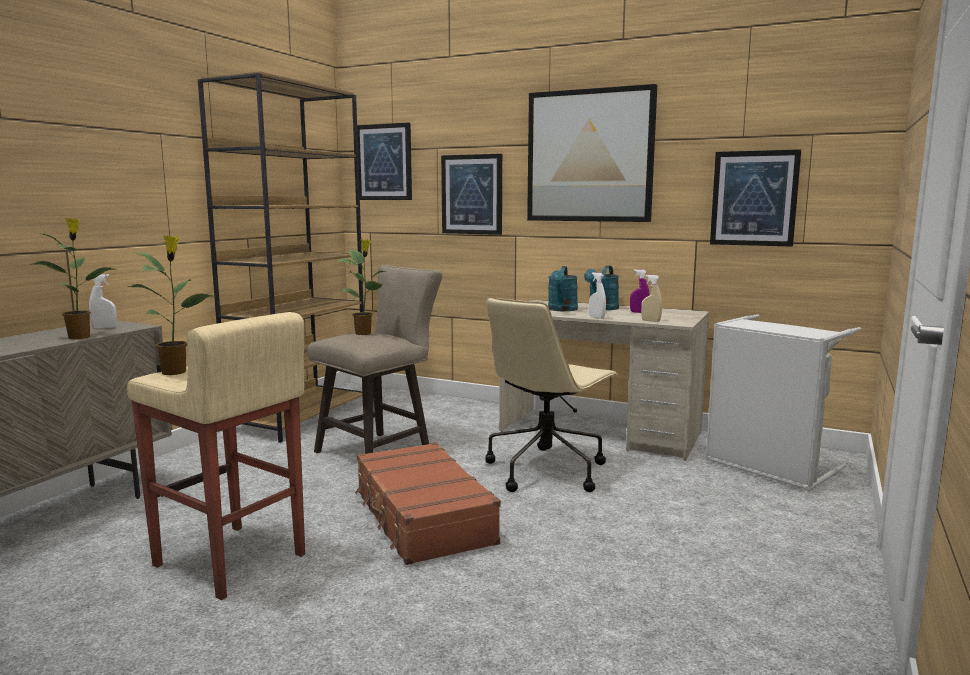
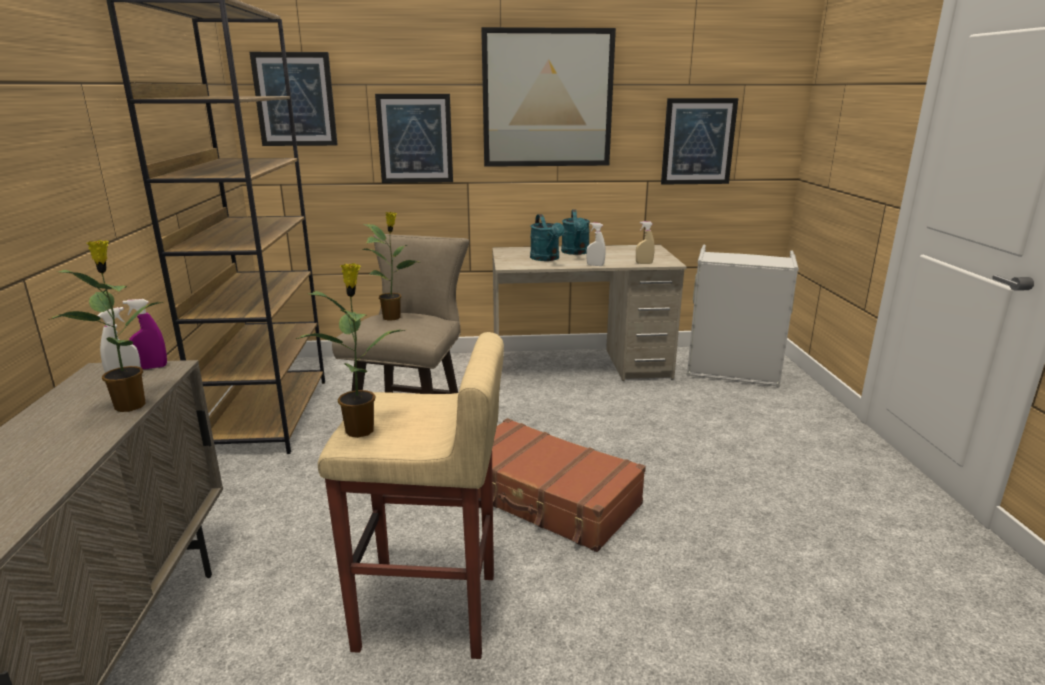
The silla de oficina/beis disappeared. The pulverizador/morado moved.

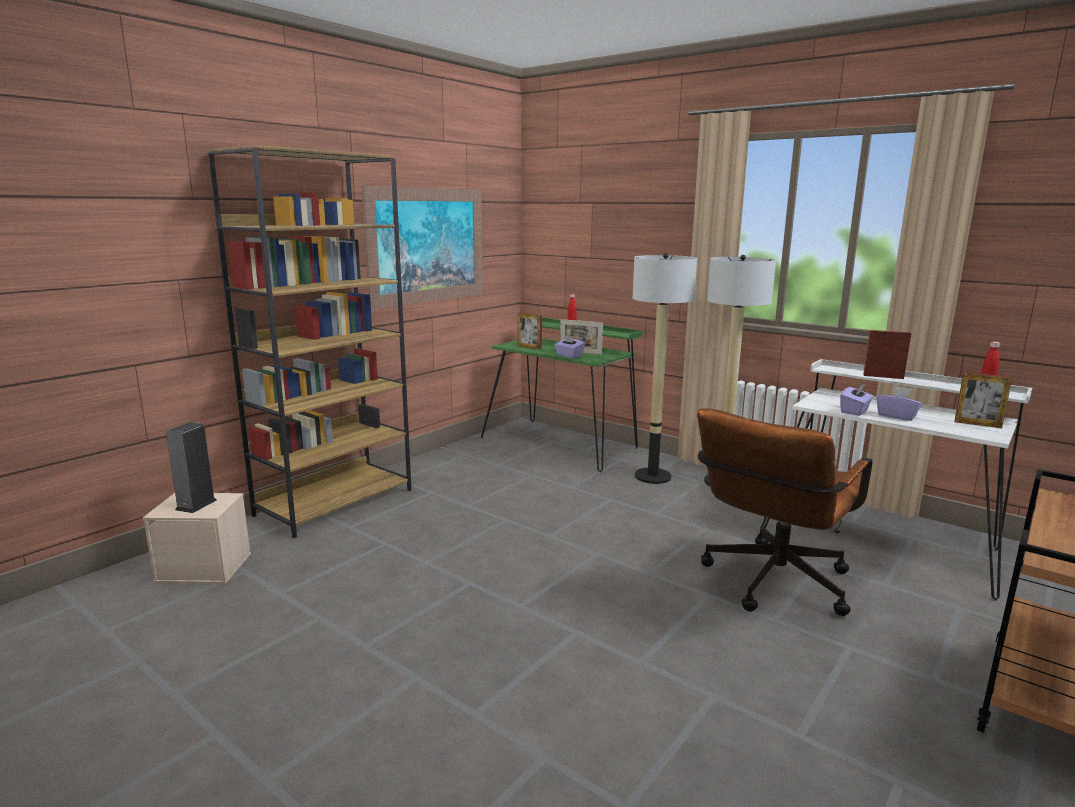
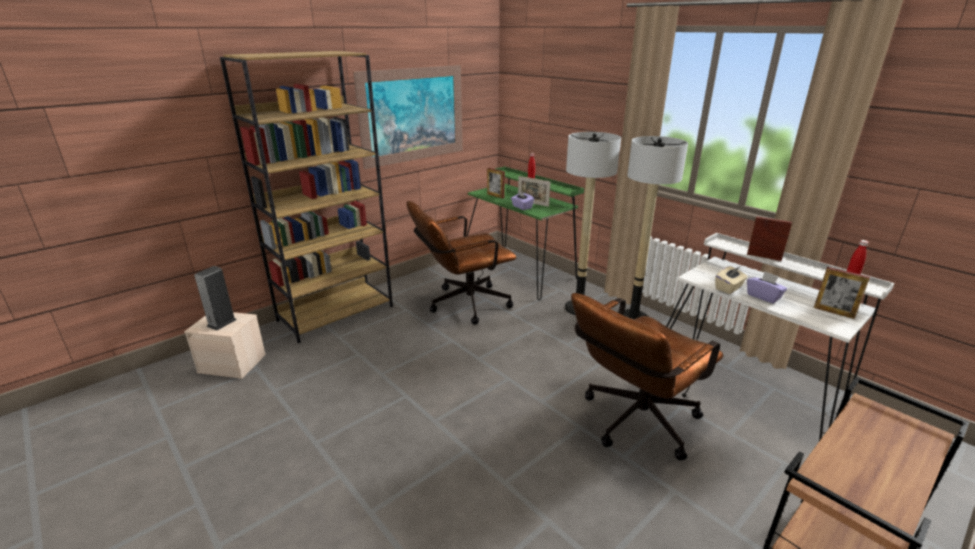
The silla de oficina/marrón (no. 1 from left) appeared. The caja de pañuelos/morado (no. 2 from left) became the caja de pañuelos/beis.

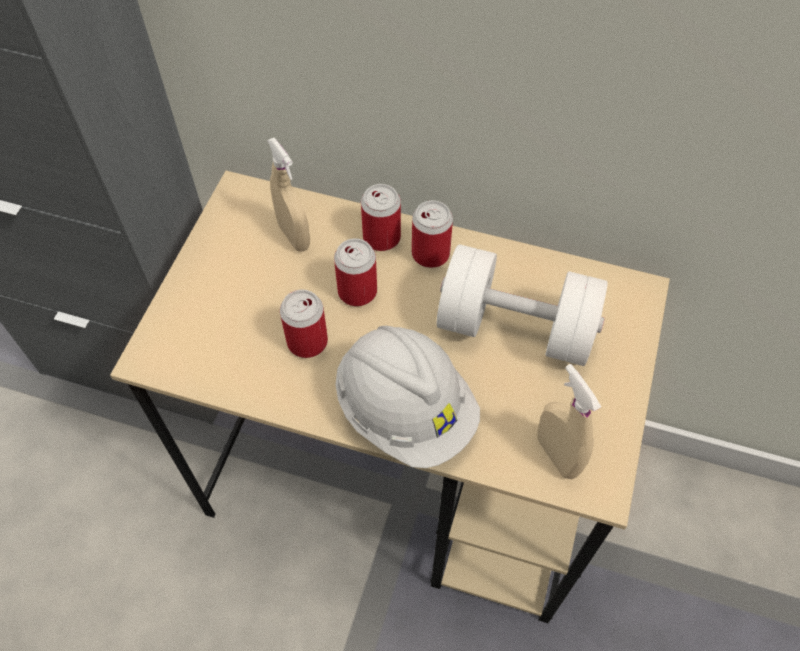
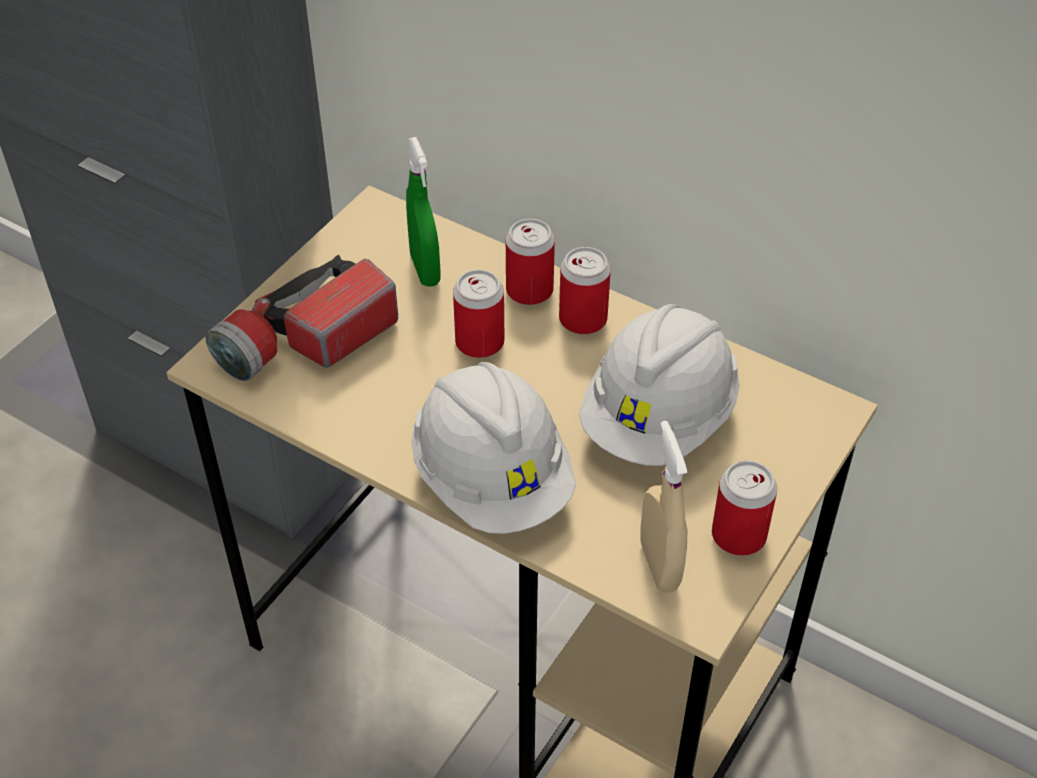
The linterna appeared. The lata (no. 1 from left in the first image) moved. The mancuerna/blanco was replaced by the casco/blanco (no. 2 from left). The pulverizador/beis (no. 1 from left) became the pulverizador/verde.

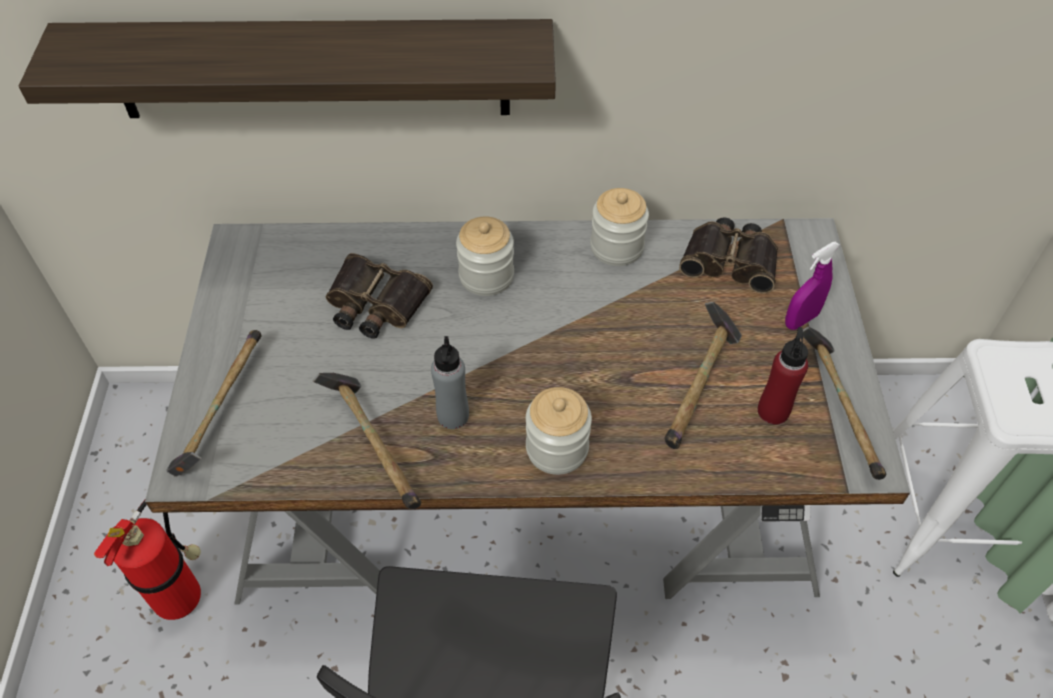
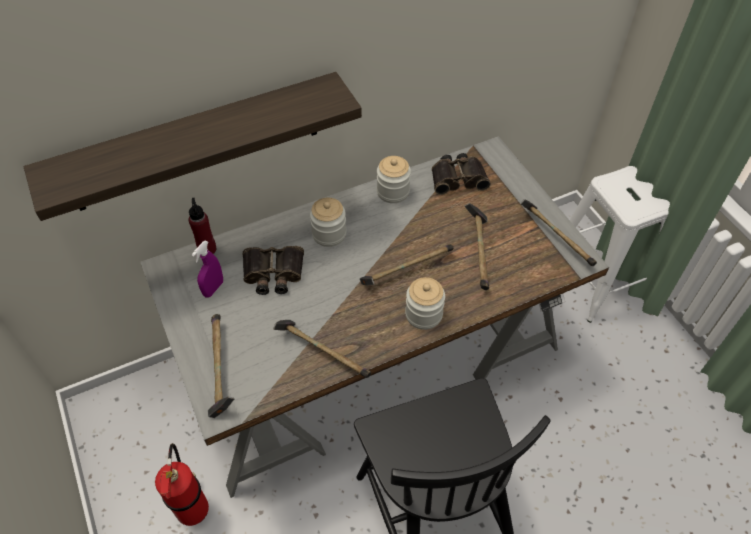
The botella/gris disappeared. The martillo (no. 3 from left) appeared. The botella/rojo moved. The pulverizador/morado moved.

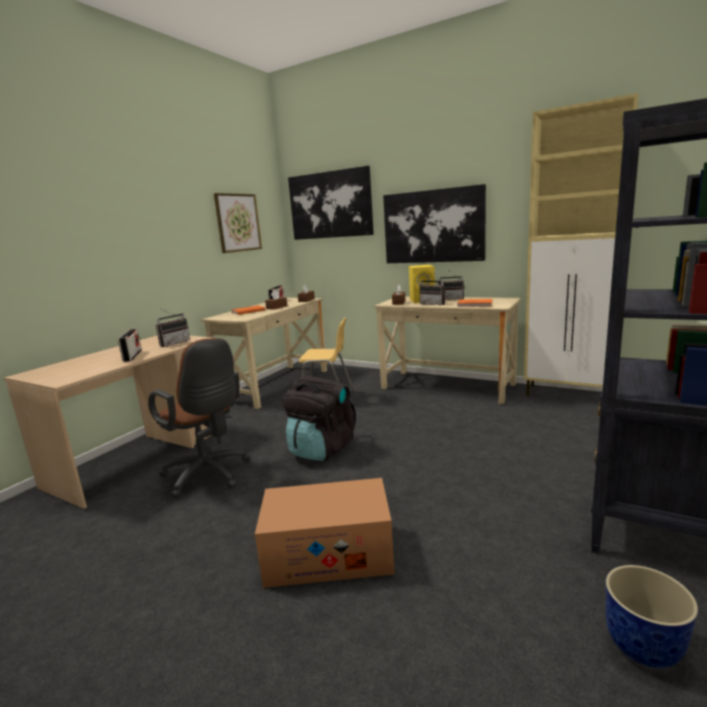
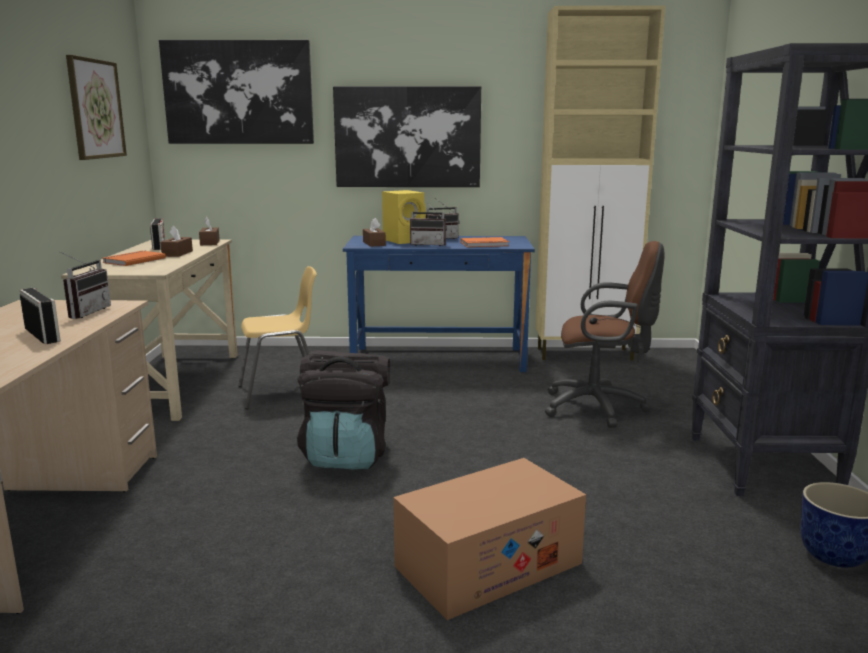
The silla de oficina/marrón moved. The escritorio/beis (no. 3 from left) became the escritorio/azul.

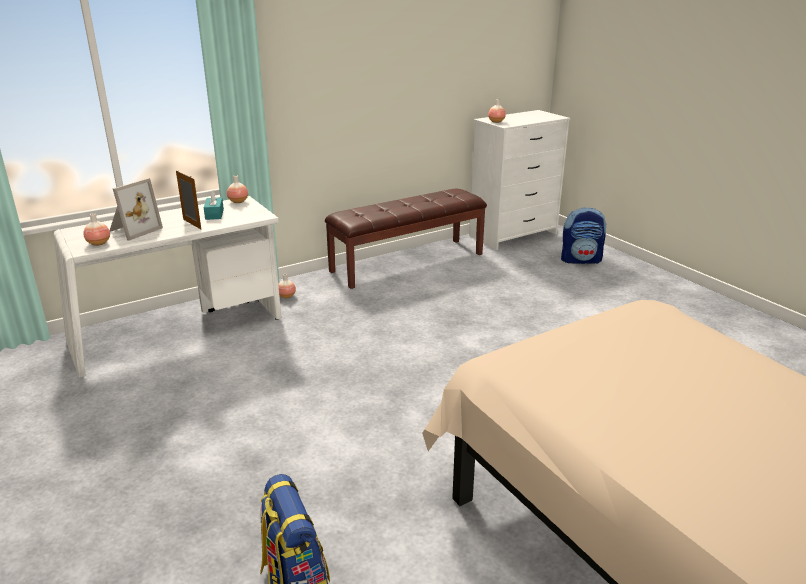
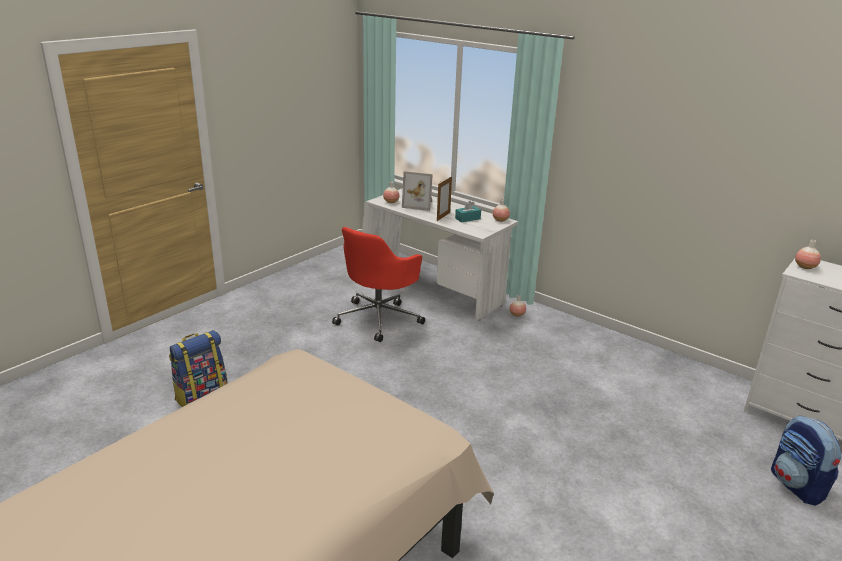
The banco/marrón disappeared. The silla de oficina/rojo appeared.

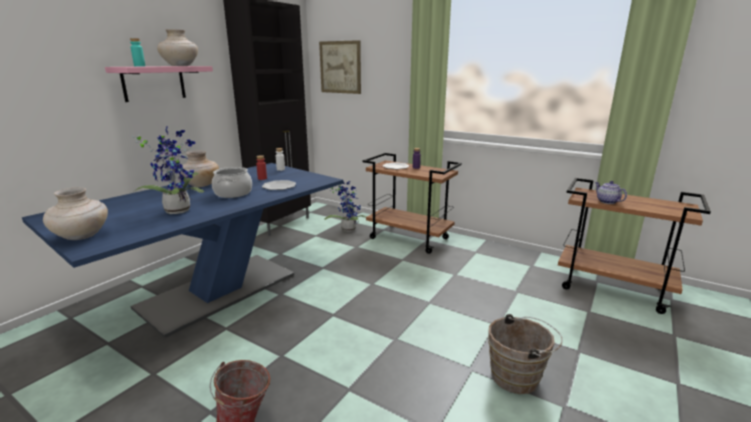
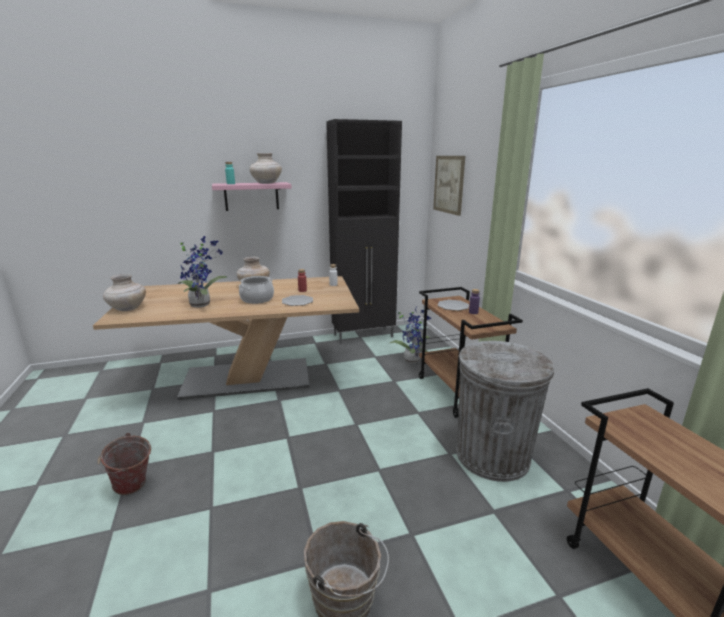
The tetera disappeared. The papelera/gris appeared. The mesa de comedor/azul became the mesa de comedor/beis.

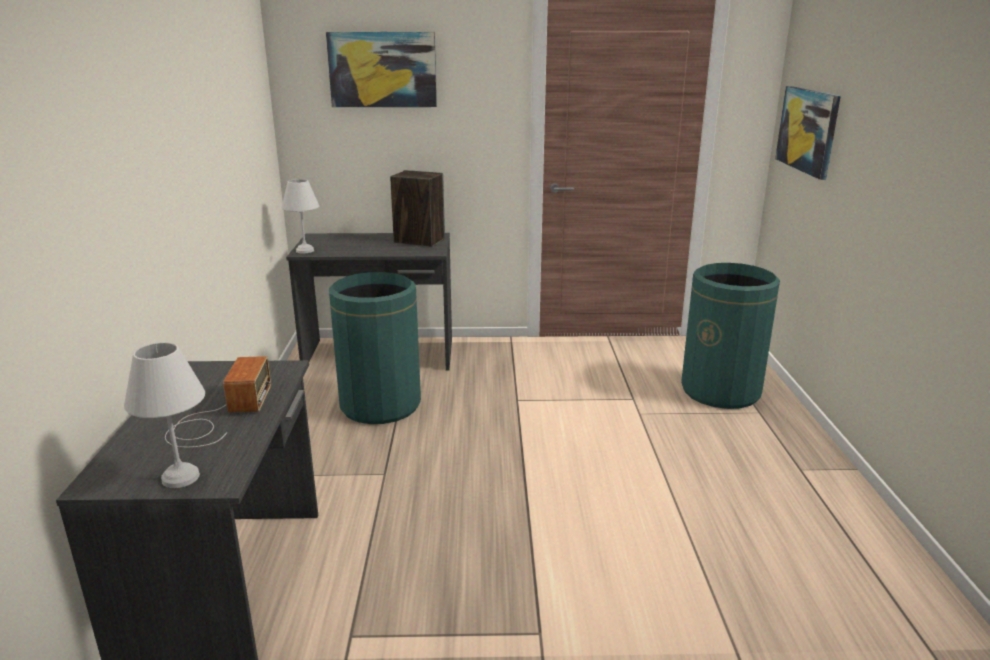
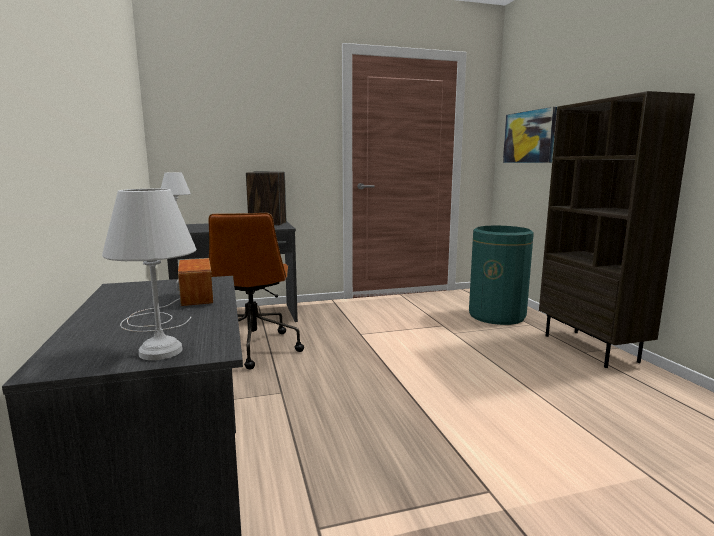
The cuadro (no. 1 from left) disappeared. The estantería/marrón appeared. The papelera/verde (no. 1 from left) was replaced by the silla de oficina/marrón.

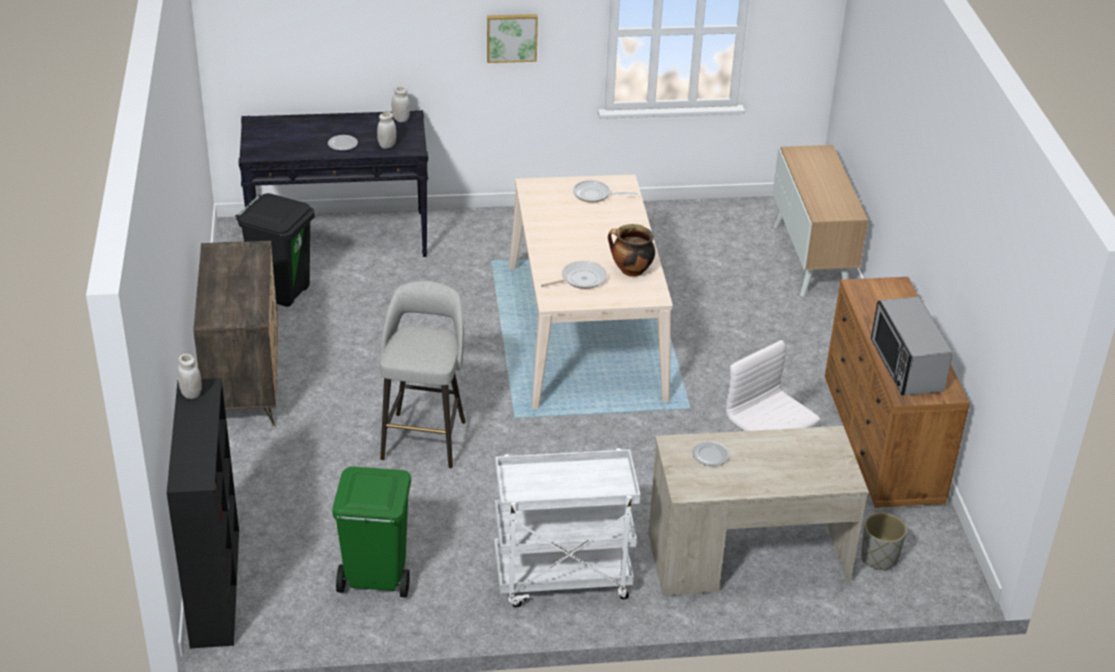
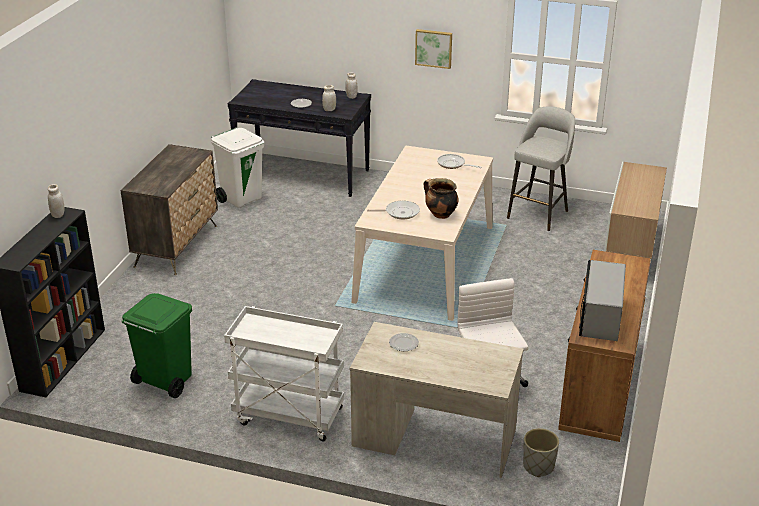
The taburete/gris moved. The papelera/negro became the papelera/blanco.

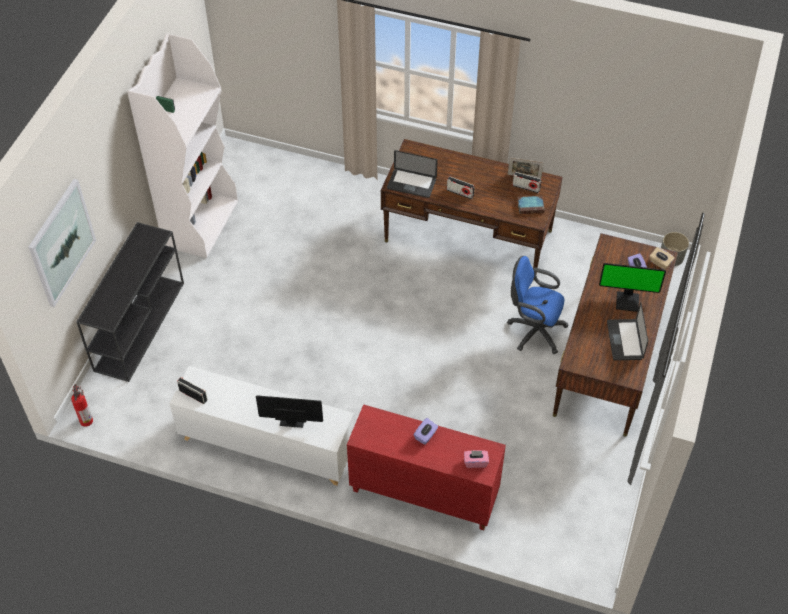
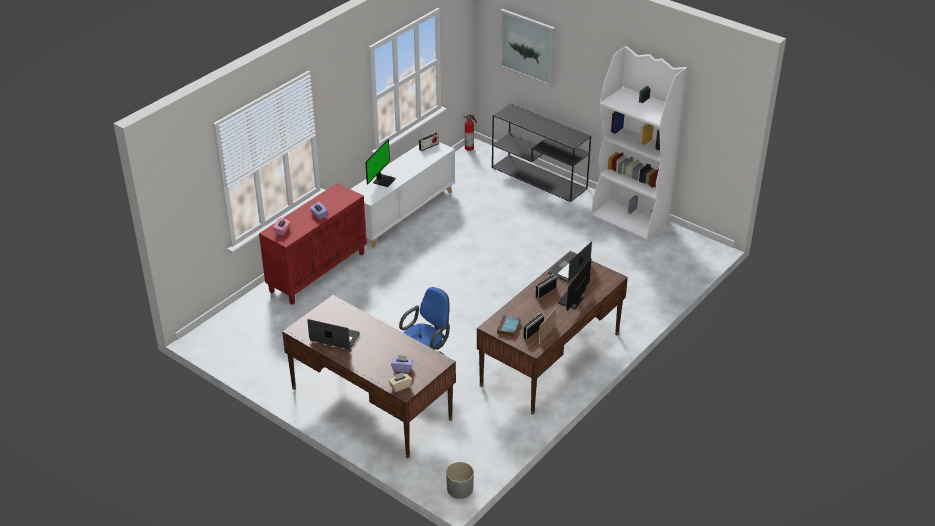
The monitor (no. 2 from left) moved.

